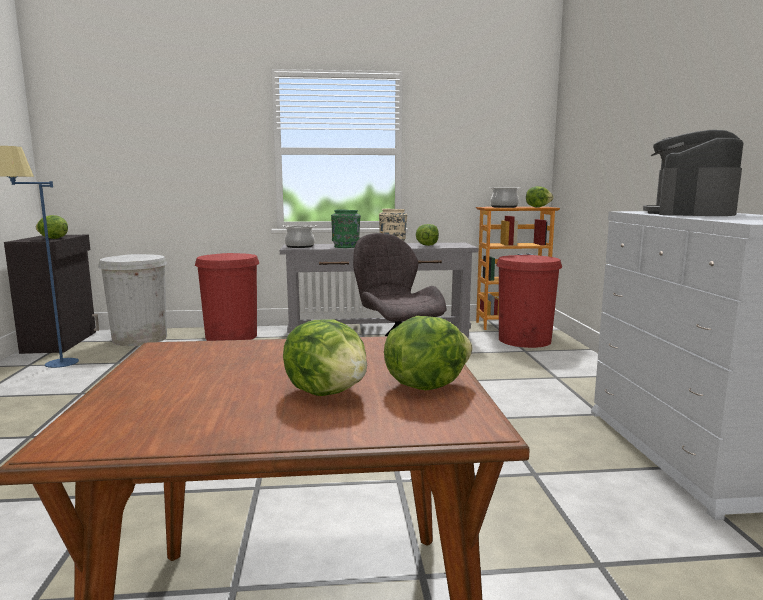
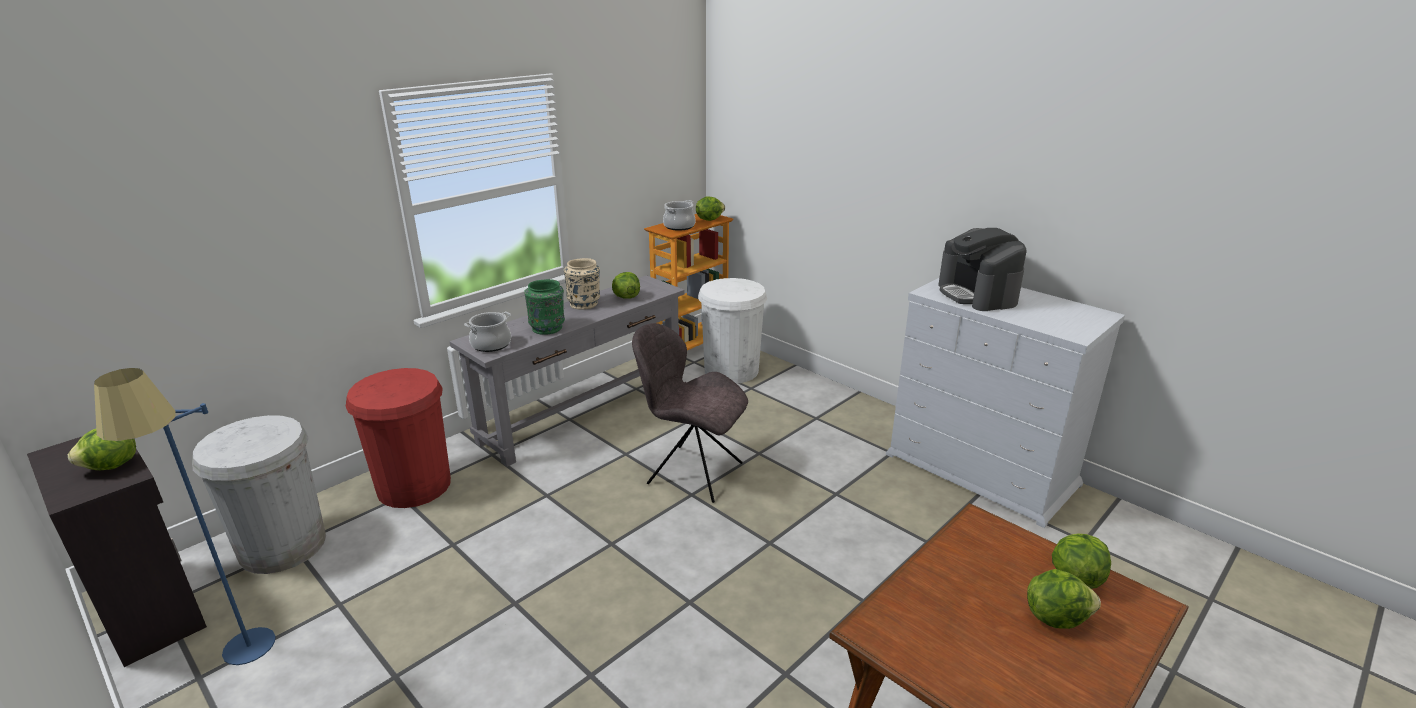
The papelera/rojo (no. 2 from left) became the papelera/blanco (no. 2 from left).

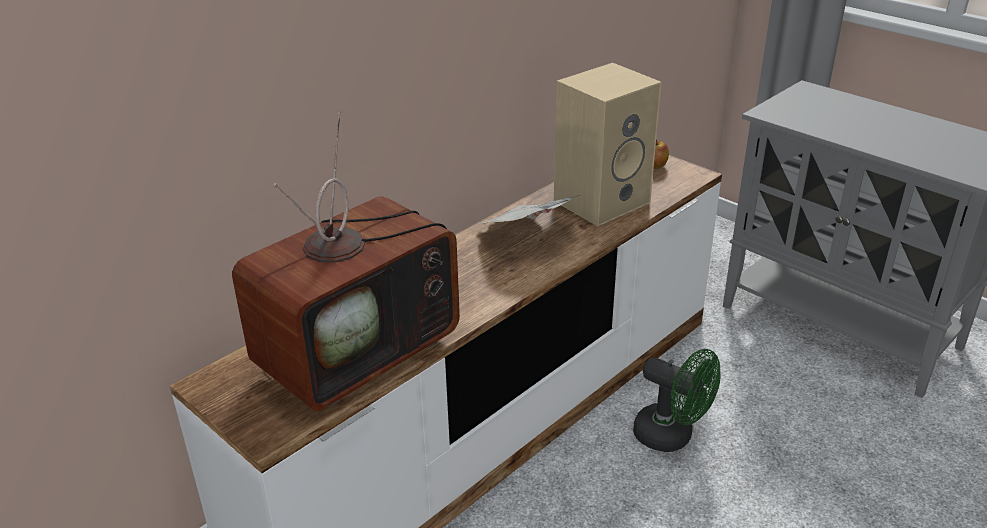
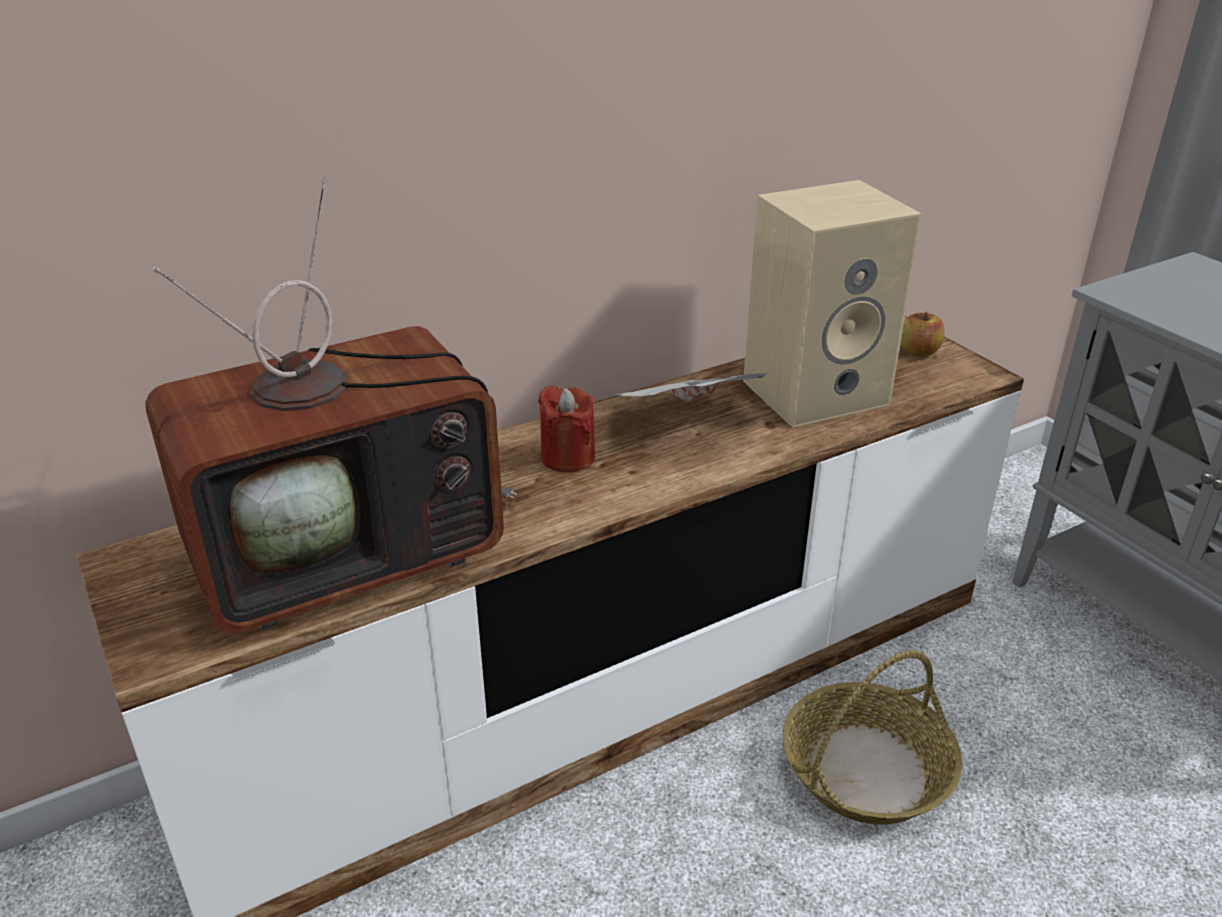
The vela/rojo appeared. The ventilador/verde was replaced by the cesta.

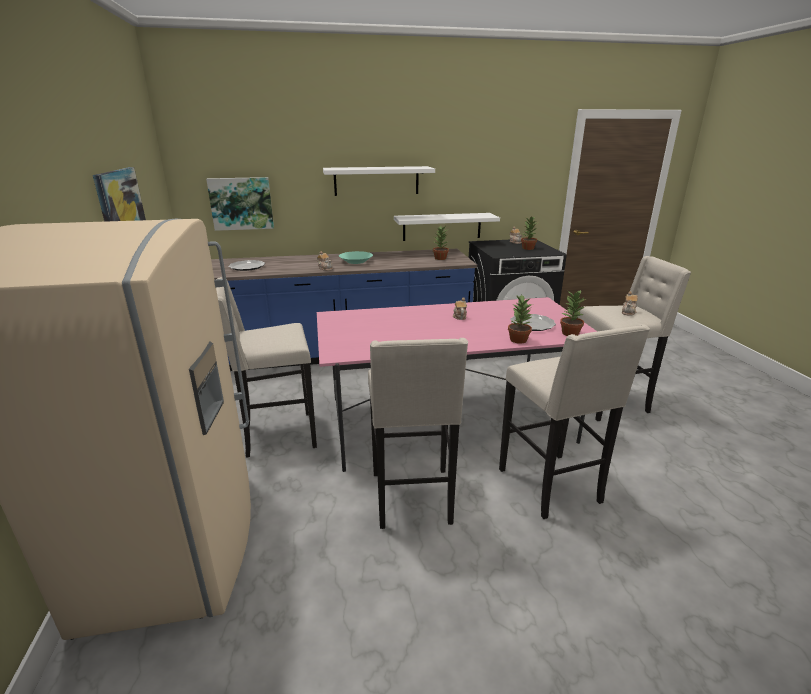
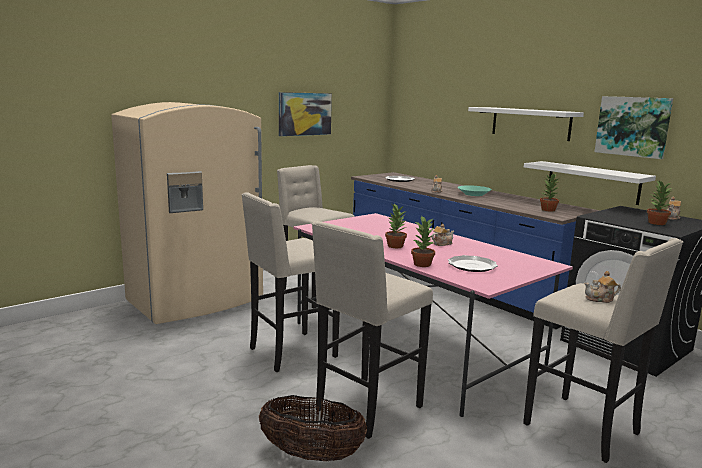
The cesta appeared. The cuadro (no. 2 from left) moved. The planta en maceta (no. 4 from left in the first image) moved.

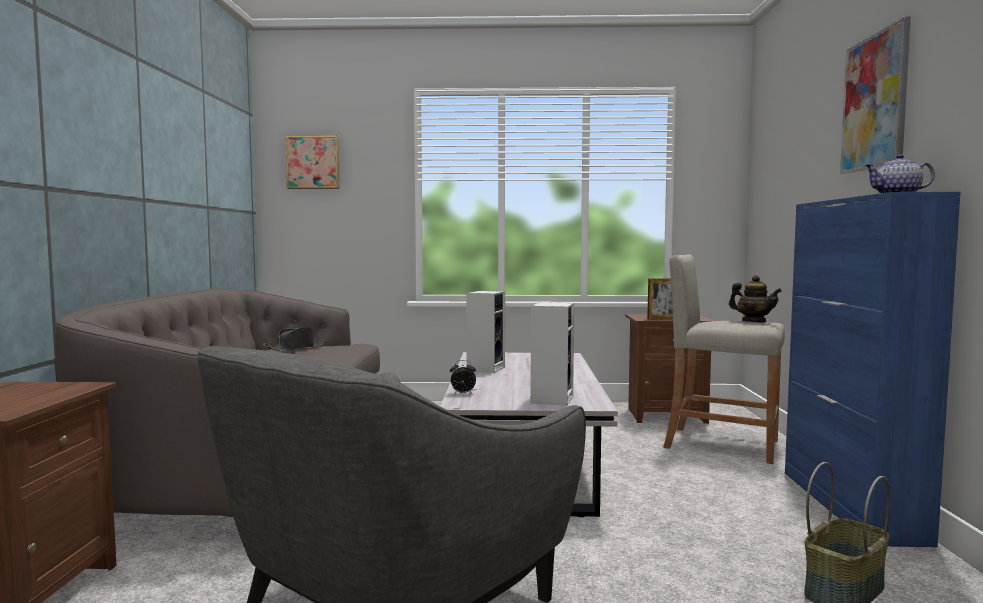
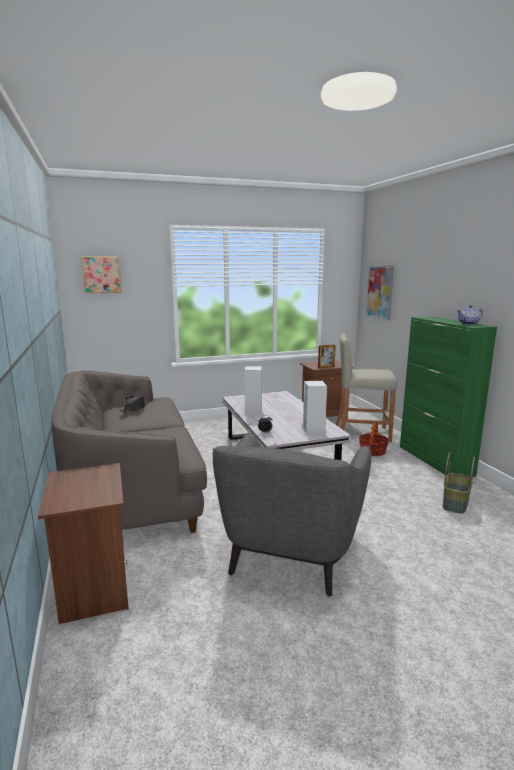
The tetera (no. 1 from left) disappeared. The cesta (no. 1 from left) appeared. The cuadro (no. 2 from left) moved. The armario/azul became the armario/verde.

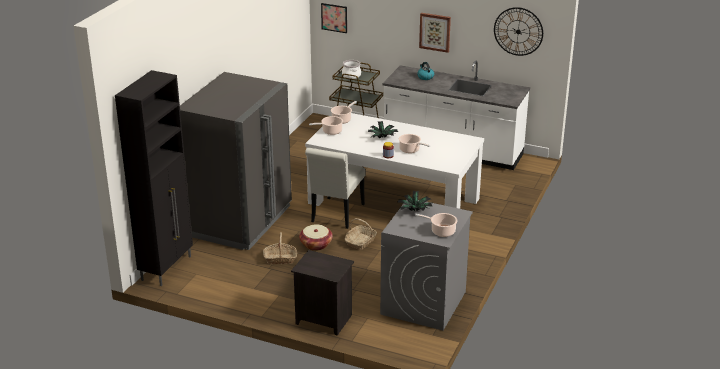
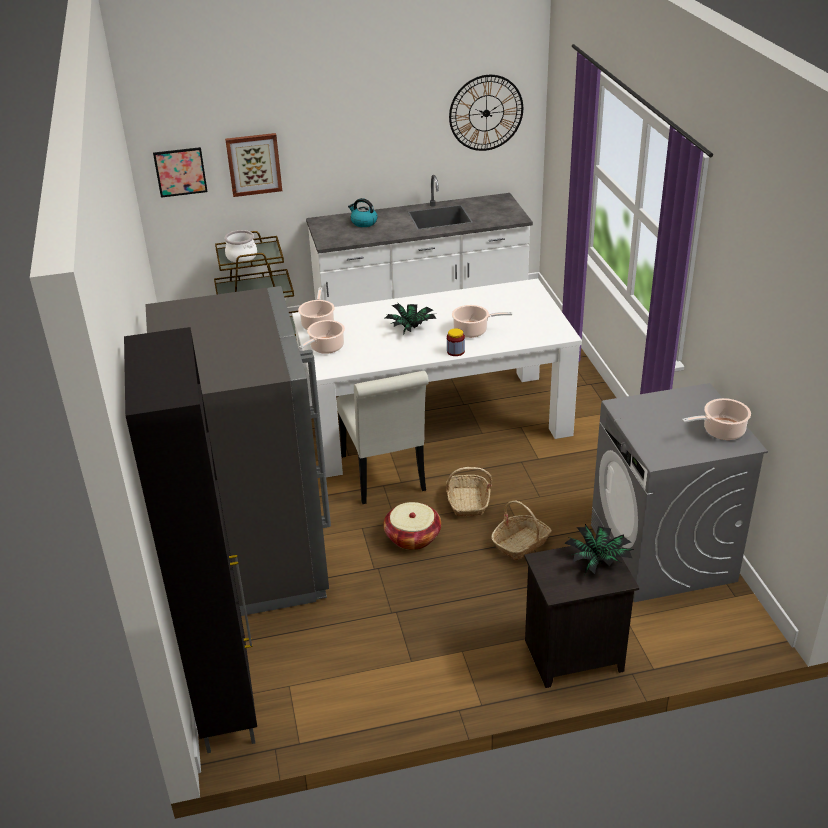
The cesta (no. 1 from left in the first image) moved. The planta en maceta (no. 2 from left) moved. The cuadro (no. 2 from left) moved.

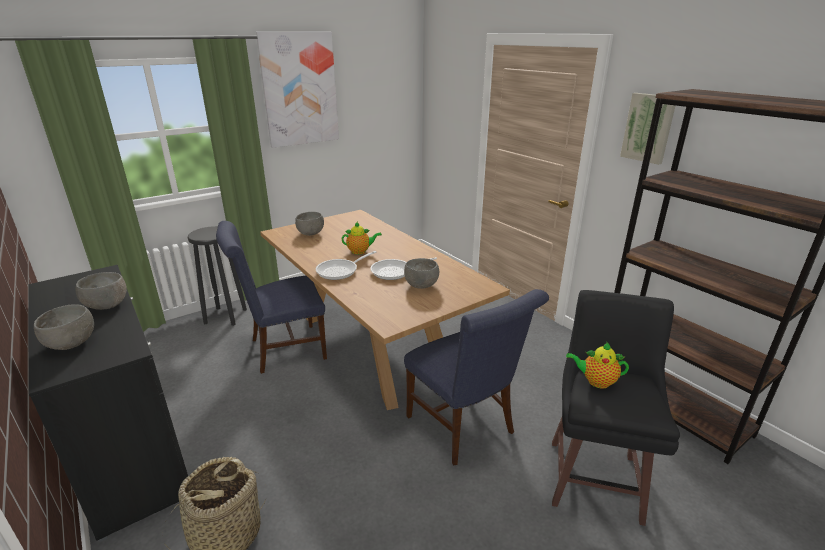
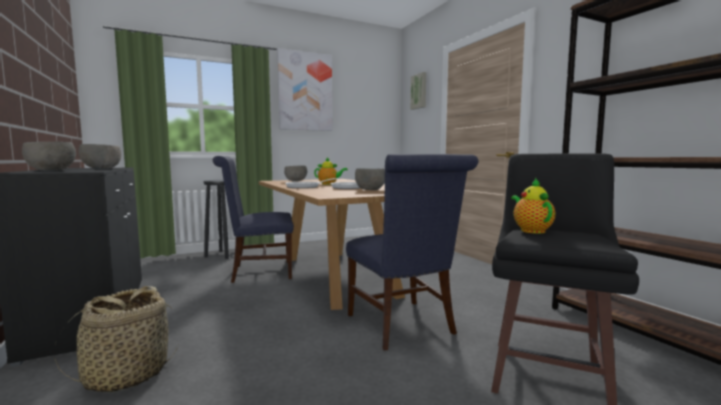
The cuadro (no. 2 from left) moved. The tetera (no. 2 from left) turned 60 degrees clockwise.

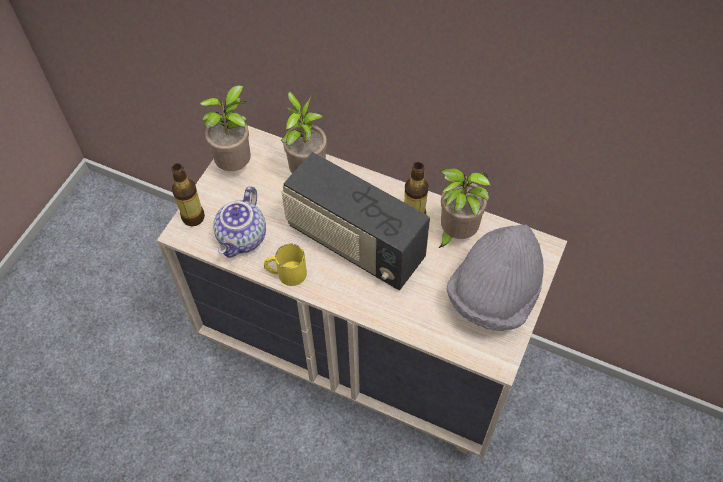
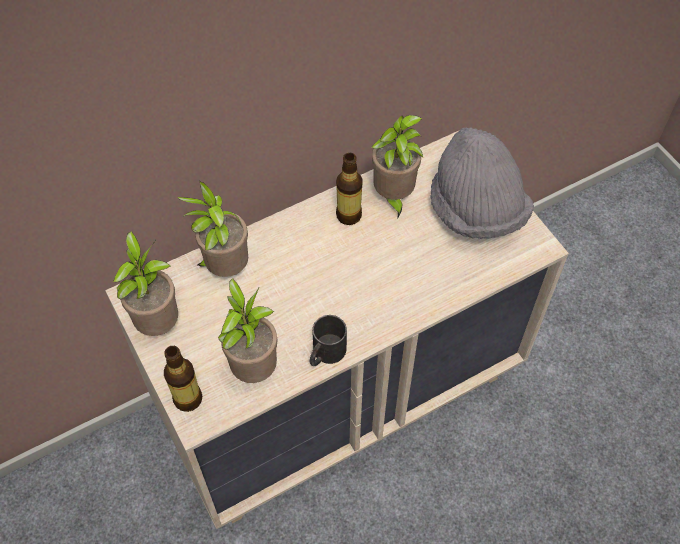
The radio disappeared. The tetera was replaced by the planta en maceta (no. 3 from left). The taza grande/amarillo became the taza grande/negro.

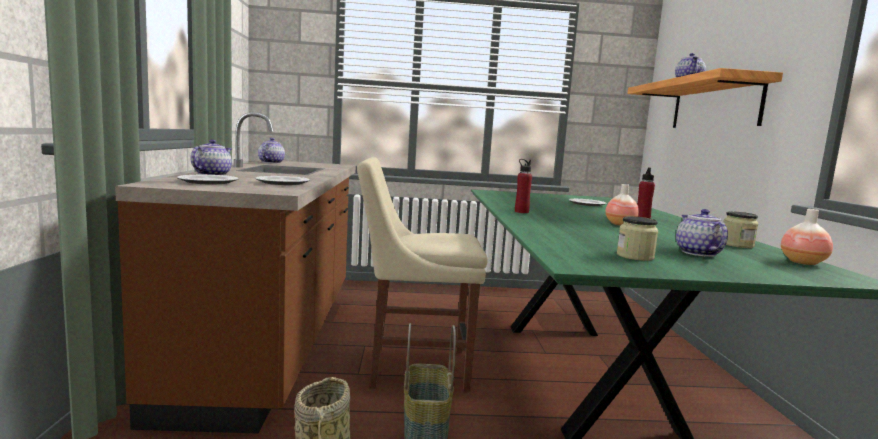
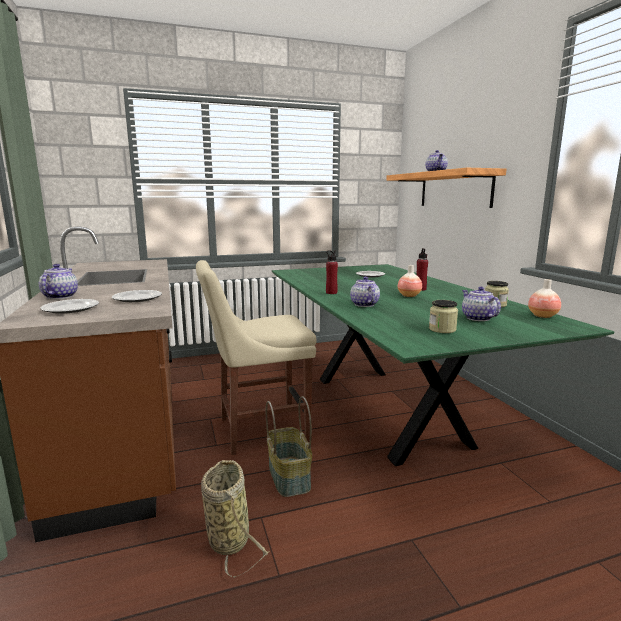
The tetera (no. 2 from left) moved.

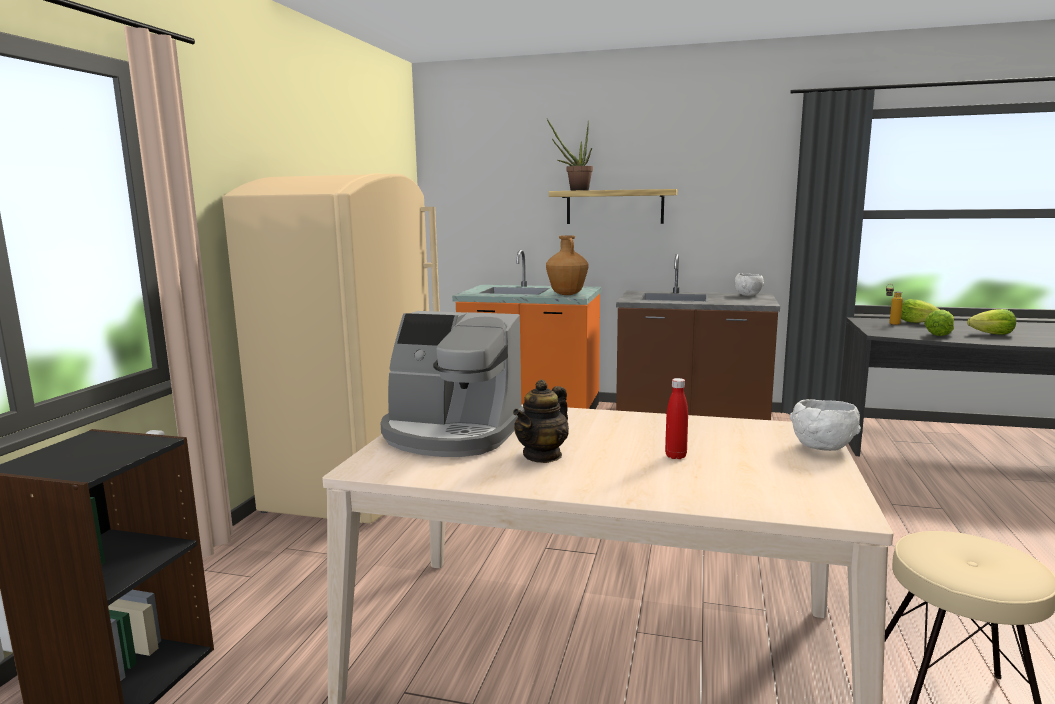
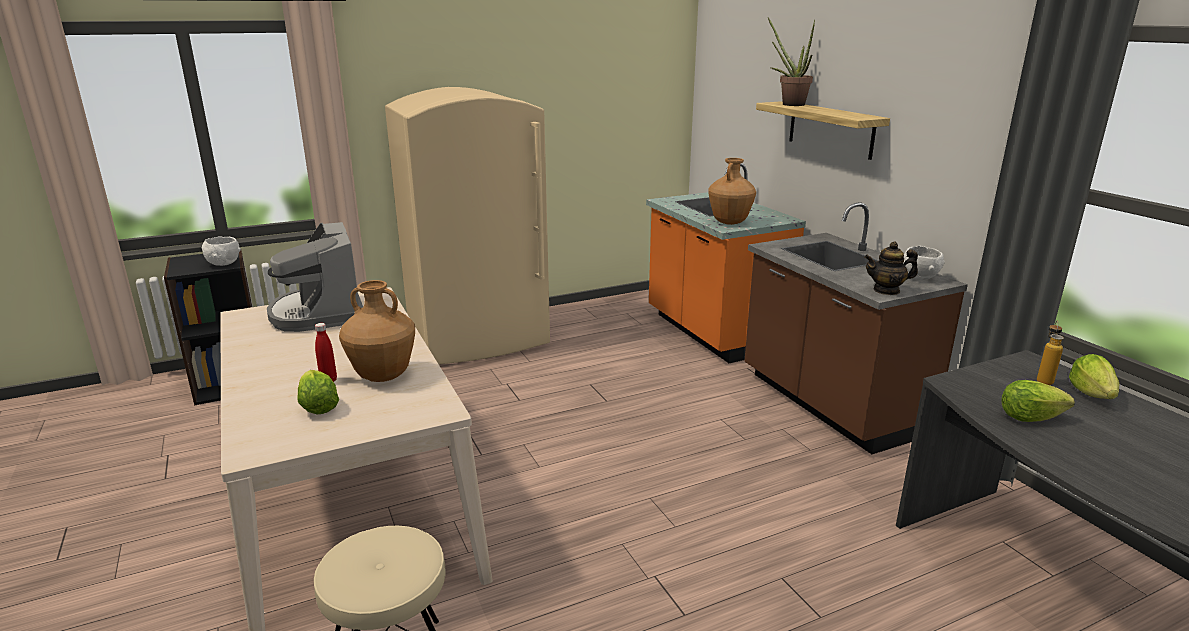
The florero/marrón (no. 1 from left) appeared. The tetera moved. The cuenco/blanco (no. 2 from left in the first image) moved. The lechuga (no. 3 from left in the first image) moved.

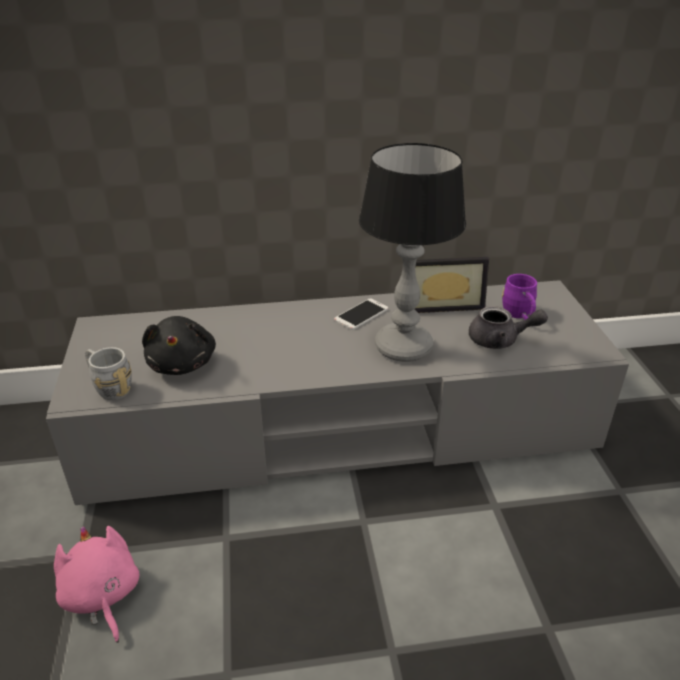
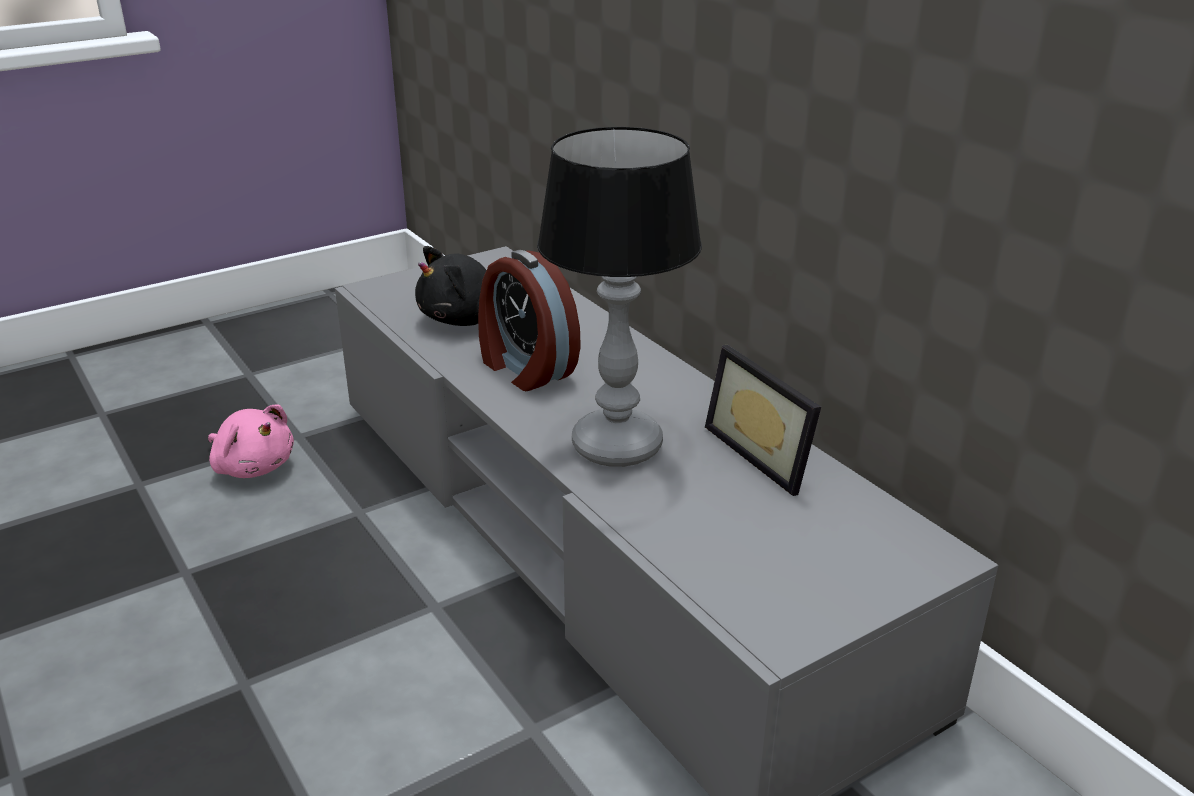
The taza grande/gris disappeared. The móvil disappeared. The tetera/gris disappeared. The taza grande/morado disappeared. The despertador appeared. The peluche/rosa turned 90 degrees clockwise.

